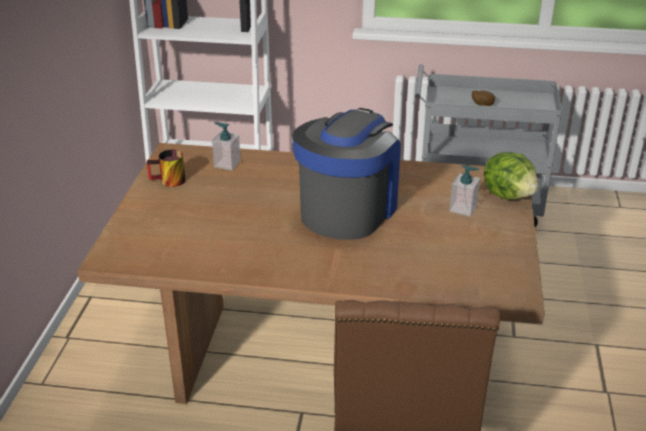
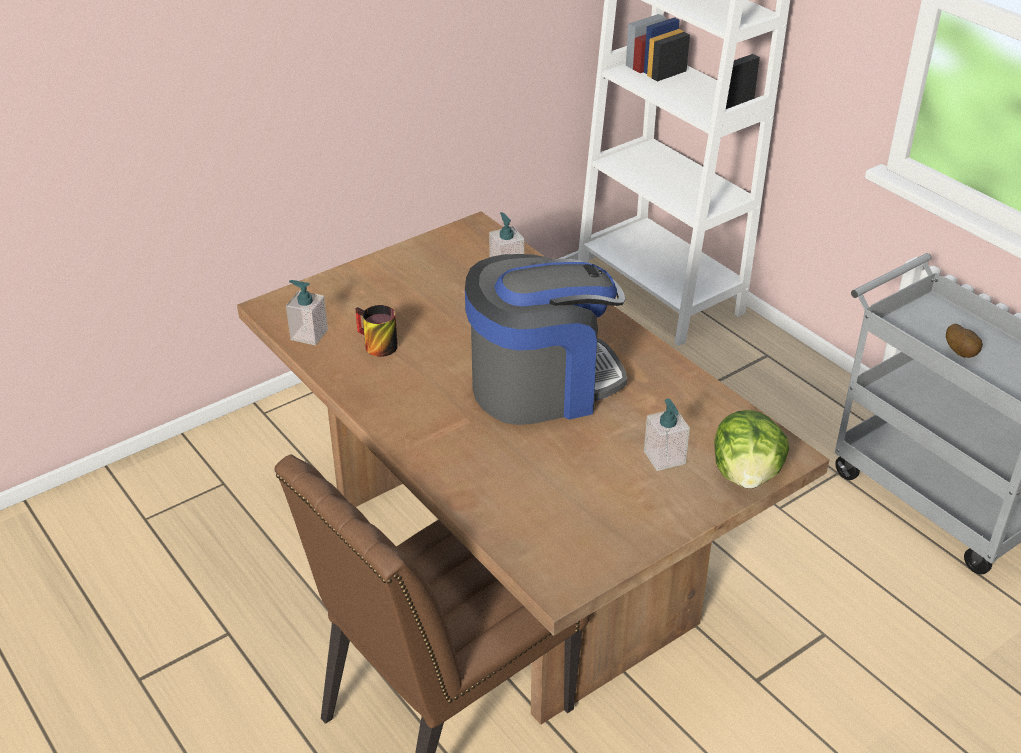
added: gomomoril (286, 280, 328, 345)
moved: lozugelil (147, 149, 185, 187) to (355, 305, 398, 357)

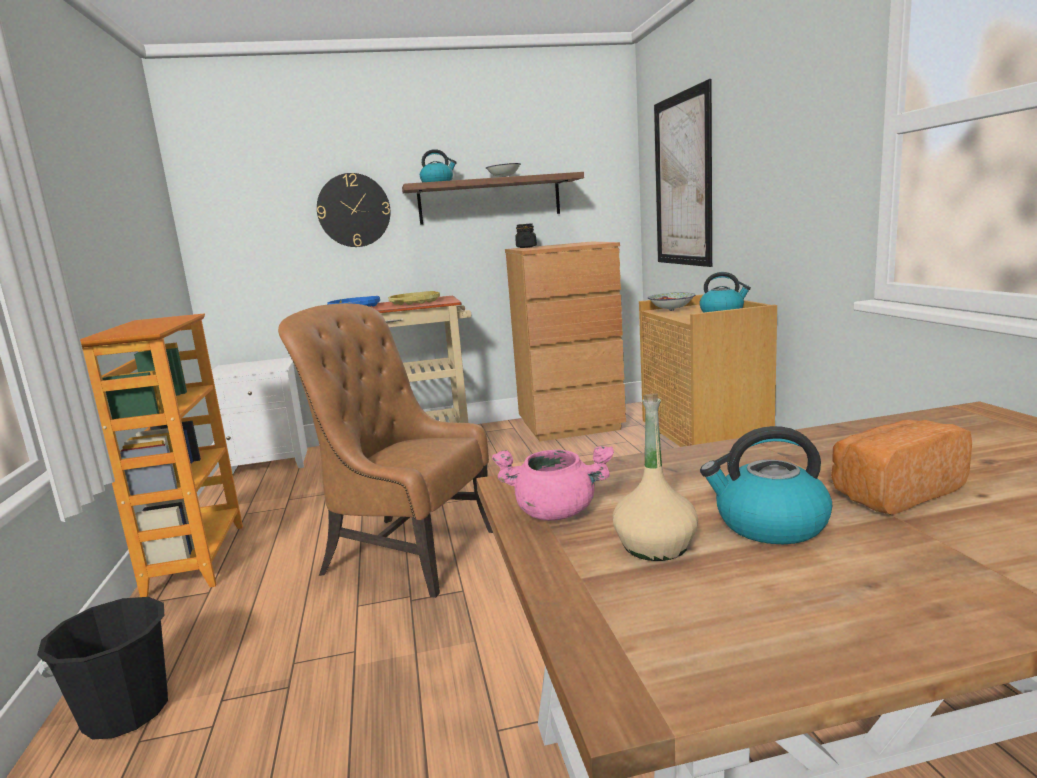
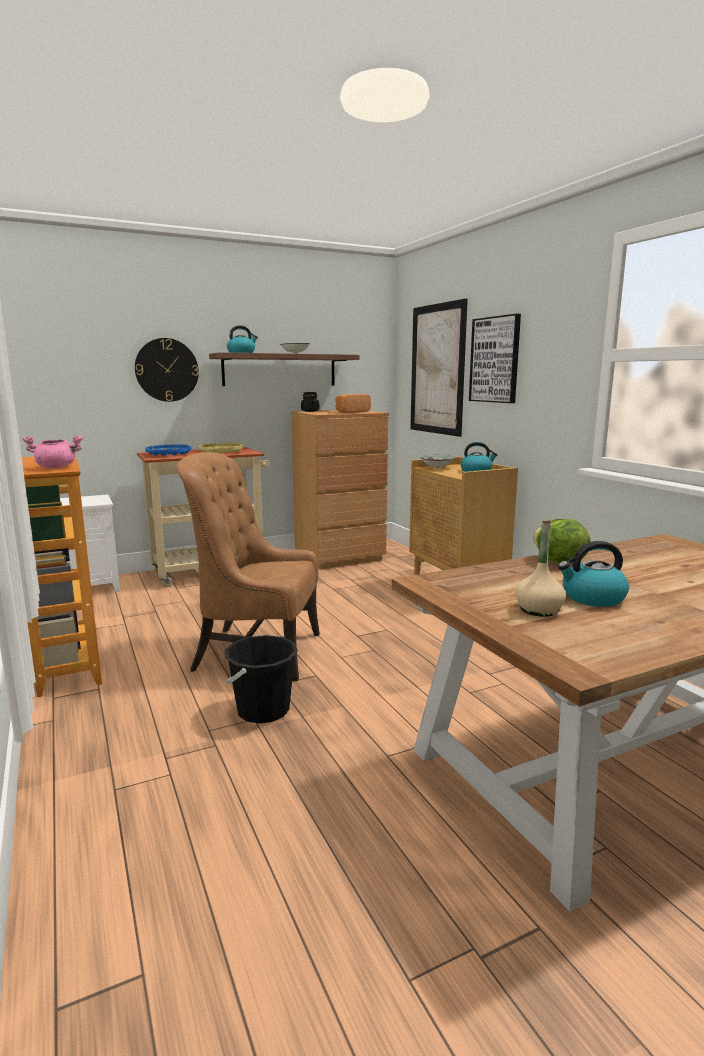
added: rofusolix (469, 314, 521, 403); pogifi (533, 519, 590, 563)
moved: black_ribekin (37, 597, 168, 740) to (224, 635, 298, 724); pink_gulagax (492, 446, 614, 521) to (22, 435, 83, 468); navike (831, 420, 972, 515) to (335, 394, 371, 413)

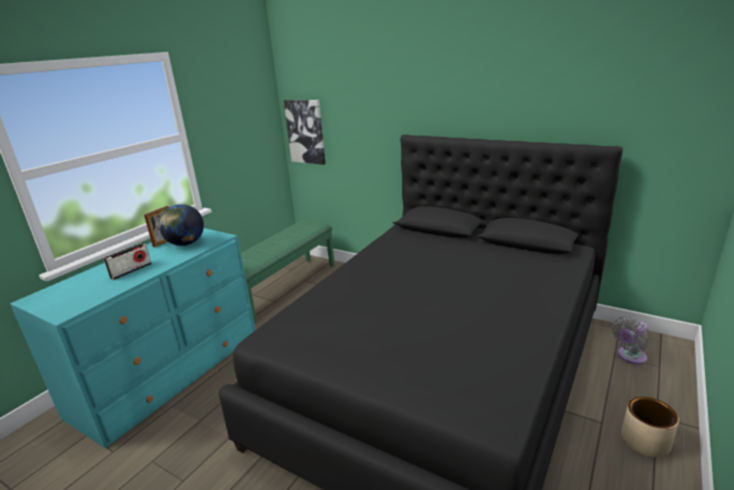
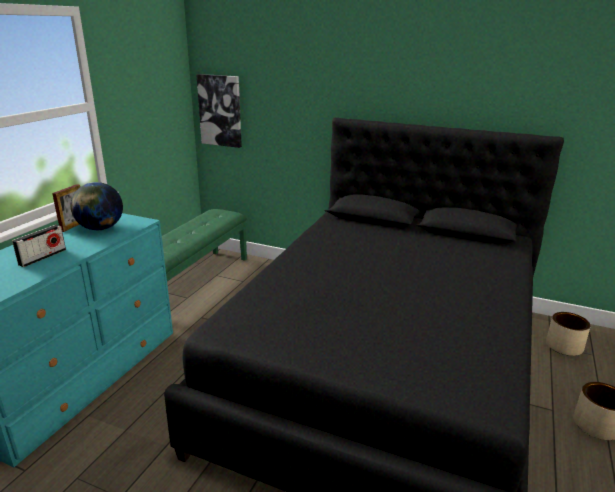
replaced: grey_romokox (612, 317, 649, 365) to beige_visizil (546, 312, 591, 356)

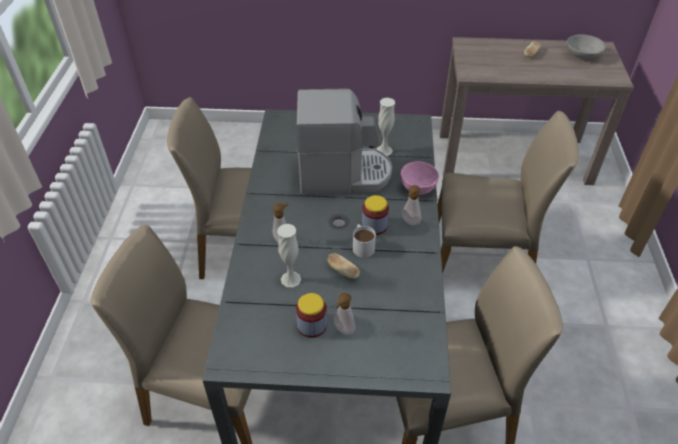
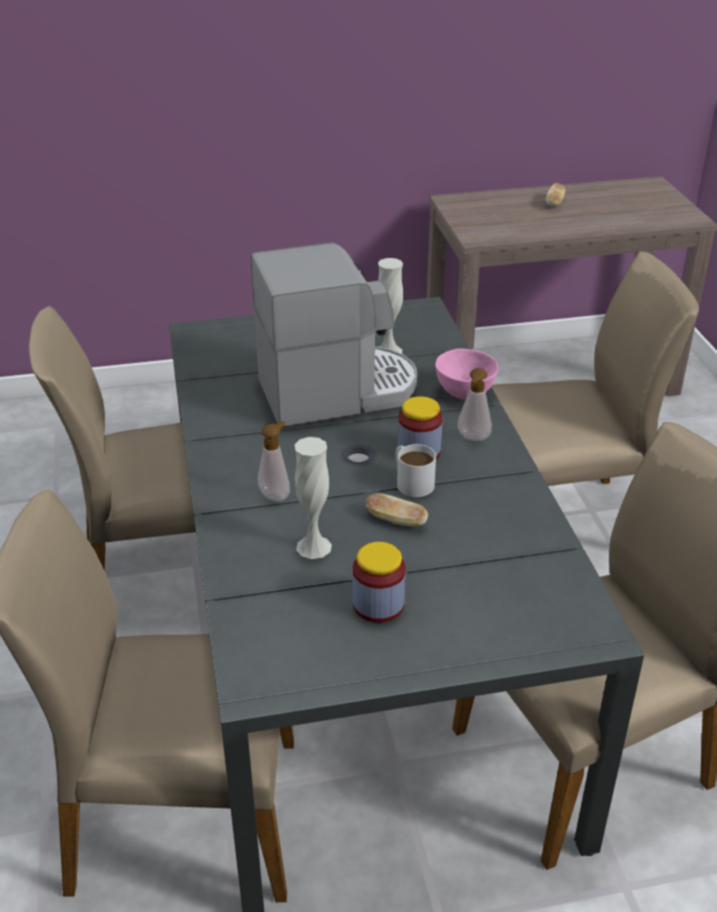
removed: gomomoril (334, 293, 356, 335); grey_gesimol (567, 34, 606, 59)

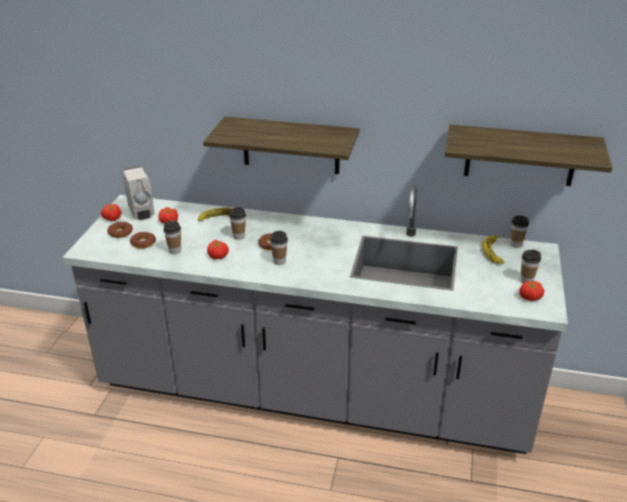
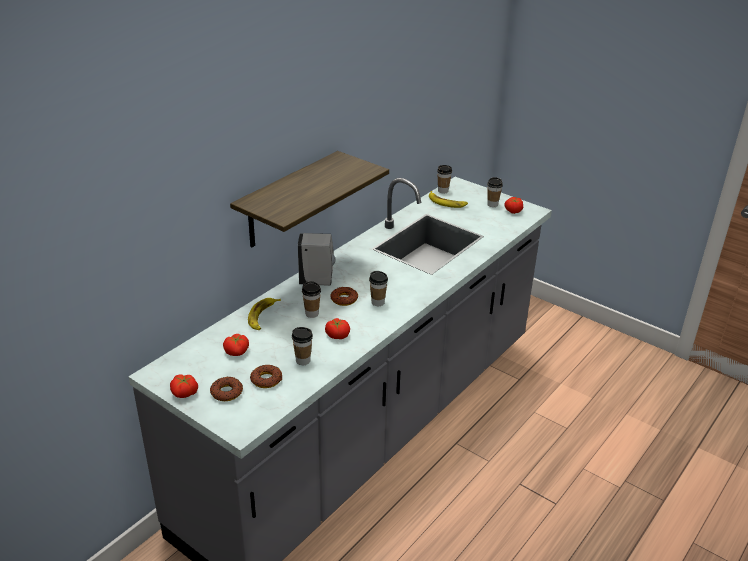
removed: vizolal (445, 125, 612, 186)
moved: white_gomomoril (122, 166, 154, 220) to (298, 233, 336, 286)

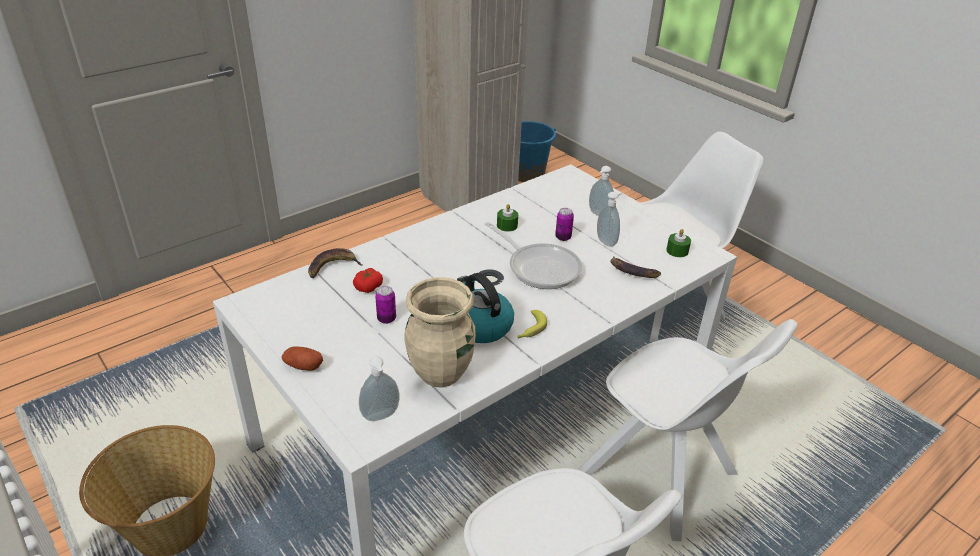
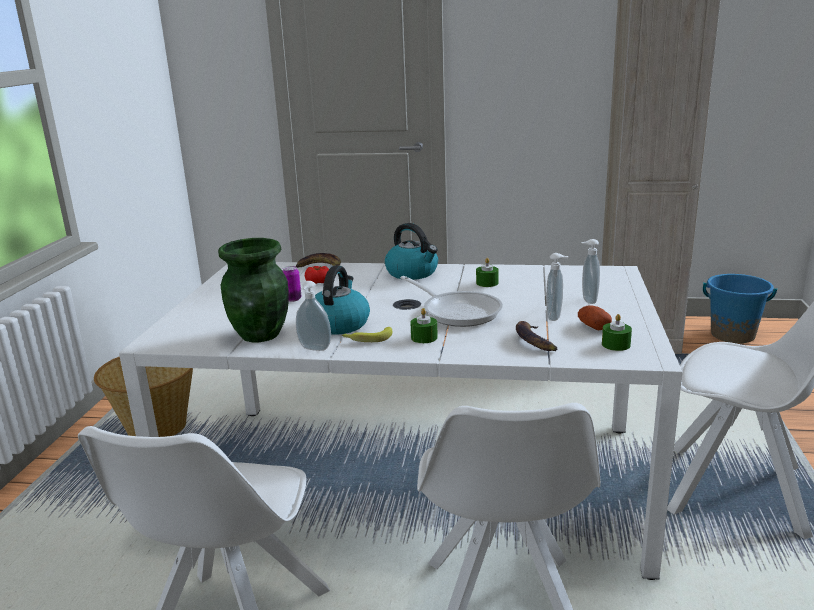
removed: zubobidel (555, 208, 574, 241)
added: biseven (385, 223, 438, 280); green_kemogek (410, 308, 438, 343)
moved: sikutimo (282, 346, 323, 371) to (578, 305, 612, 330); gomomoril (359, 357, 400, 421) to (296, 281, 331, 351)
recoloured: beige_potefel (404, 277, 476, 388) to green_potefel (218, 238, 289, 342)
turned: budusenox (485, 222, 582, 289) = (400, 276, 503, 327) 45 degrees counterclockwise

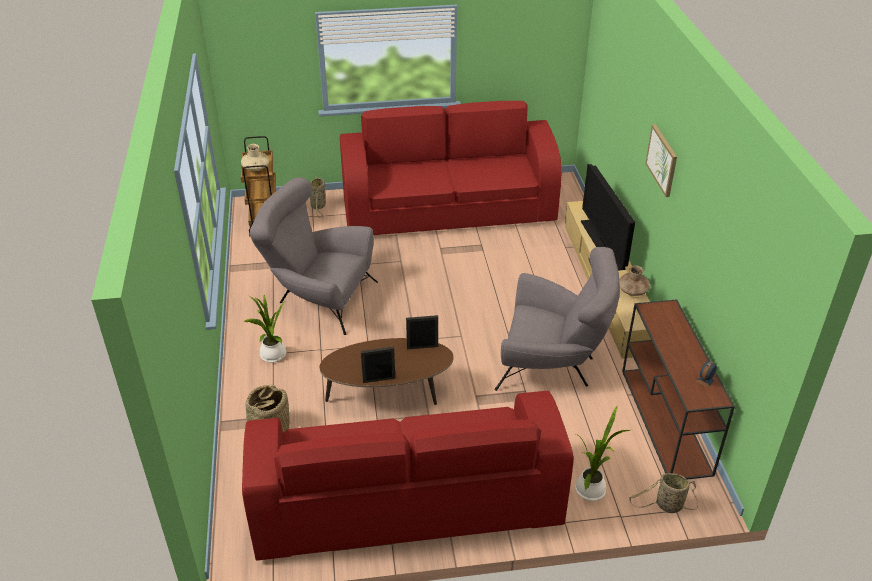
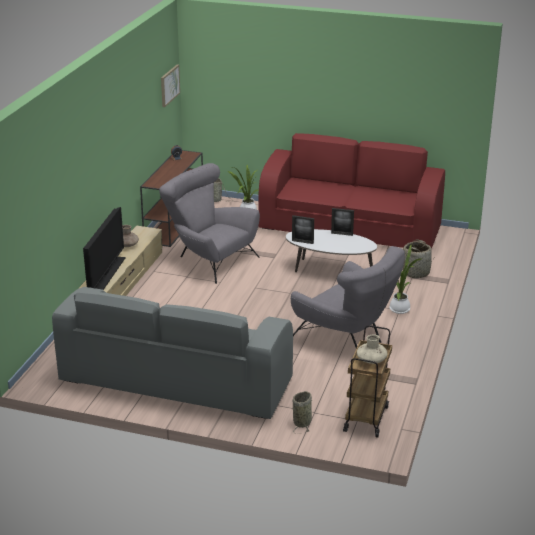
moved: rofusolix (645, 124, 677, 197) to (161, 64, 180, 107)
recoloured: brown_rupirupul (319, 338, 454, 405) to white_rupirupul (286, 229, 377, 272); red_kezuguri (340, 101, 562, 235) to grey_kezuguri (52, 287, 293, 419)

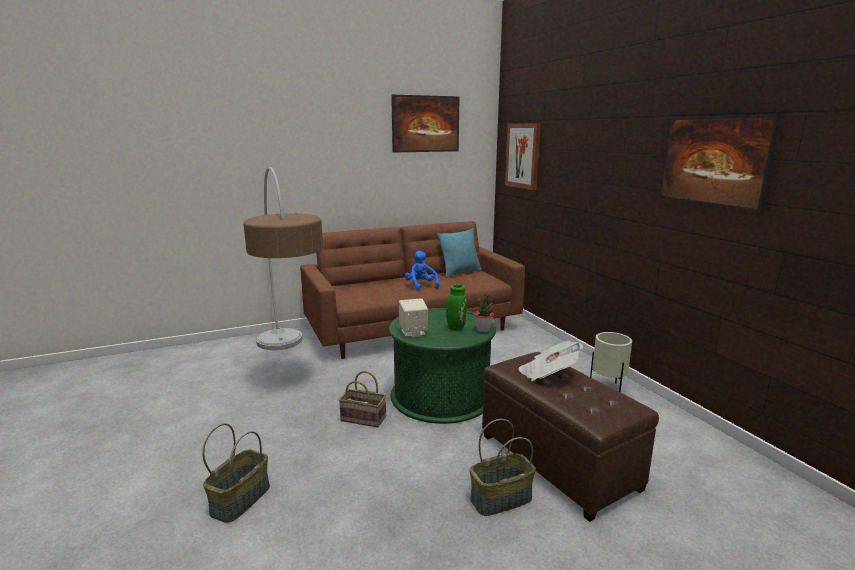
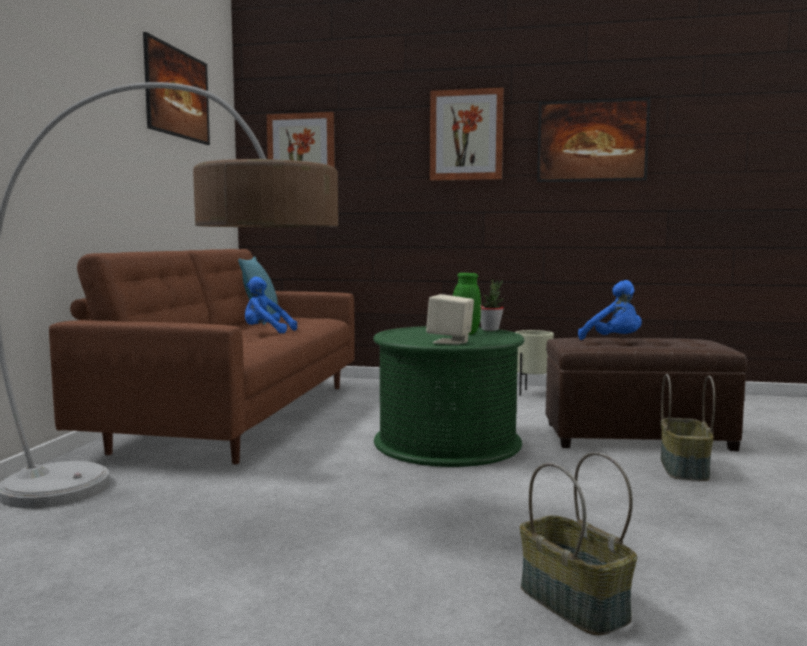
removed: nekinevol (339, 371, 386, 427)
added: rofusolix (430, 87, 504, 181)
replaced: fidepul (518, 341, 583, 381) to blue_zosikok (578, 280, 642, 340)

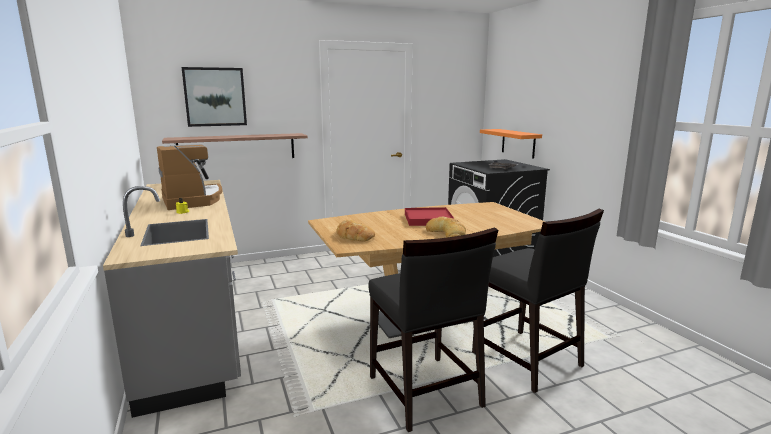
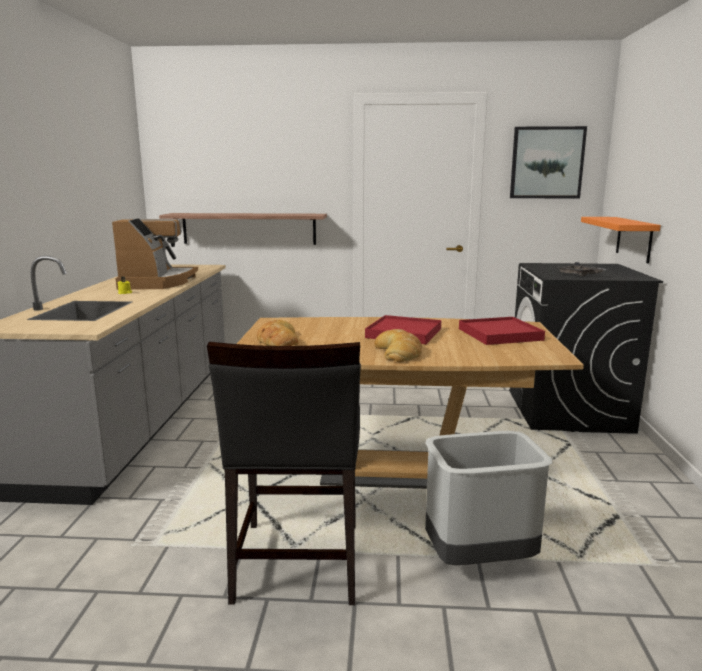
added: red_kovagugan (459, 317, 545, 345)
moved: rofusolix (181, 67, 247, 127) to (510, 126, 587, 198)
replaced: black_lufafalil (472, 209, 604, 393) to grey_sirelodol (425, 431, 553, 565)

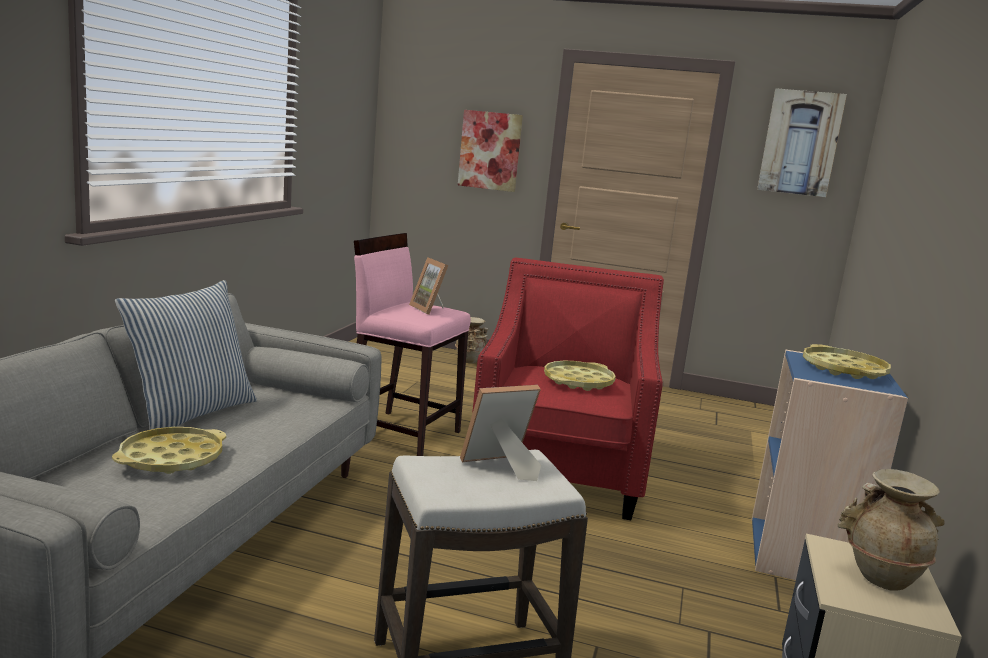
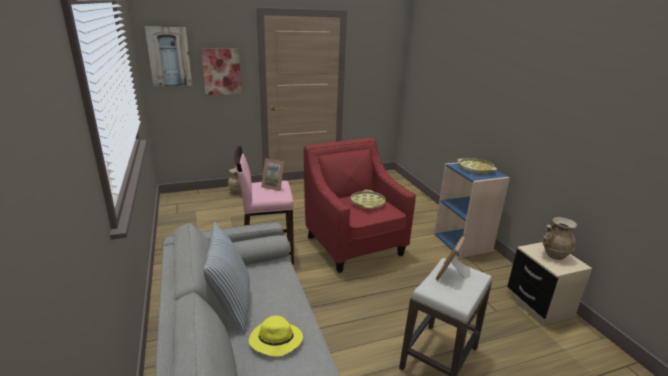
moved: rofusolix (757, 88, 847, 197) to (145, 27, 192, 86)
replaced: yellow_kovagugan (112, 427, 226, 474) to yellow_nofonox (249, 316, 303, 357)

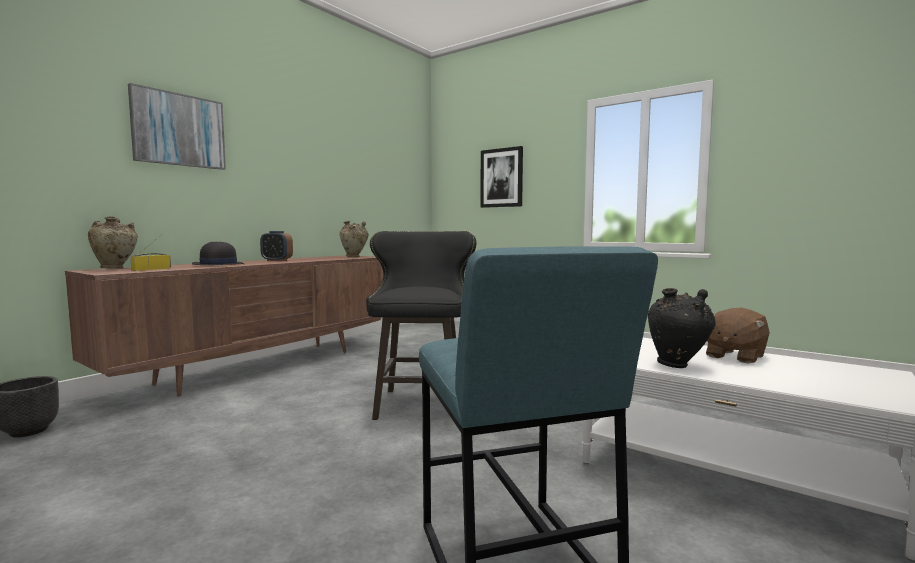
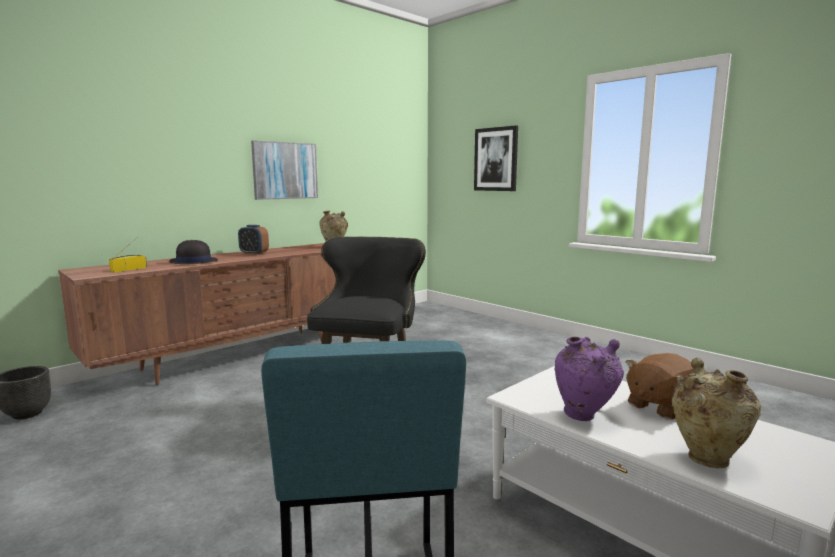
moved: beige_potefel (88, 217, 138, 269) to (672, 358, 761, 468); rofusolix (128, 83, 226, 170) to (251, 140, 318, 200)
recoloured: black_potefel (648, 288, 716, 368) to purple_potefel (554, 337, 624, 421)

